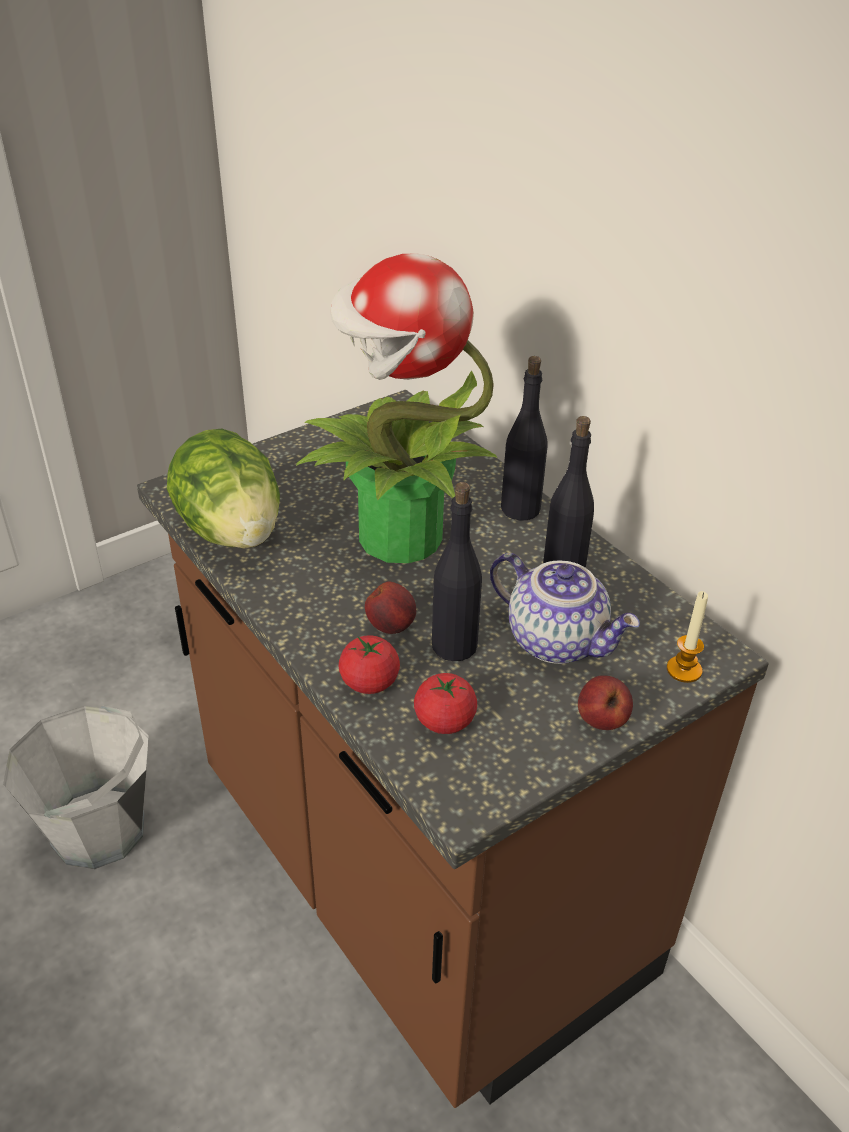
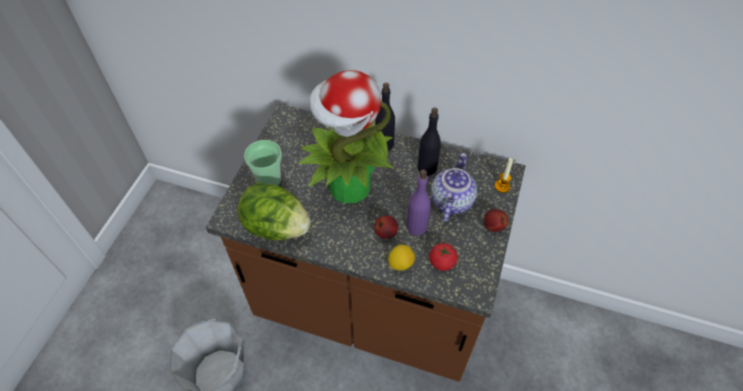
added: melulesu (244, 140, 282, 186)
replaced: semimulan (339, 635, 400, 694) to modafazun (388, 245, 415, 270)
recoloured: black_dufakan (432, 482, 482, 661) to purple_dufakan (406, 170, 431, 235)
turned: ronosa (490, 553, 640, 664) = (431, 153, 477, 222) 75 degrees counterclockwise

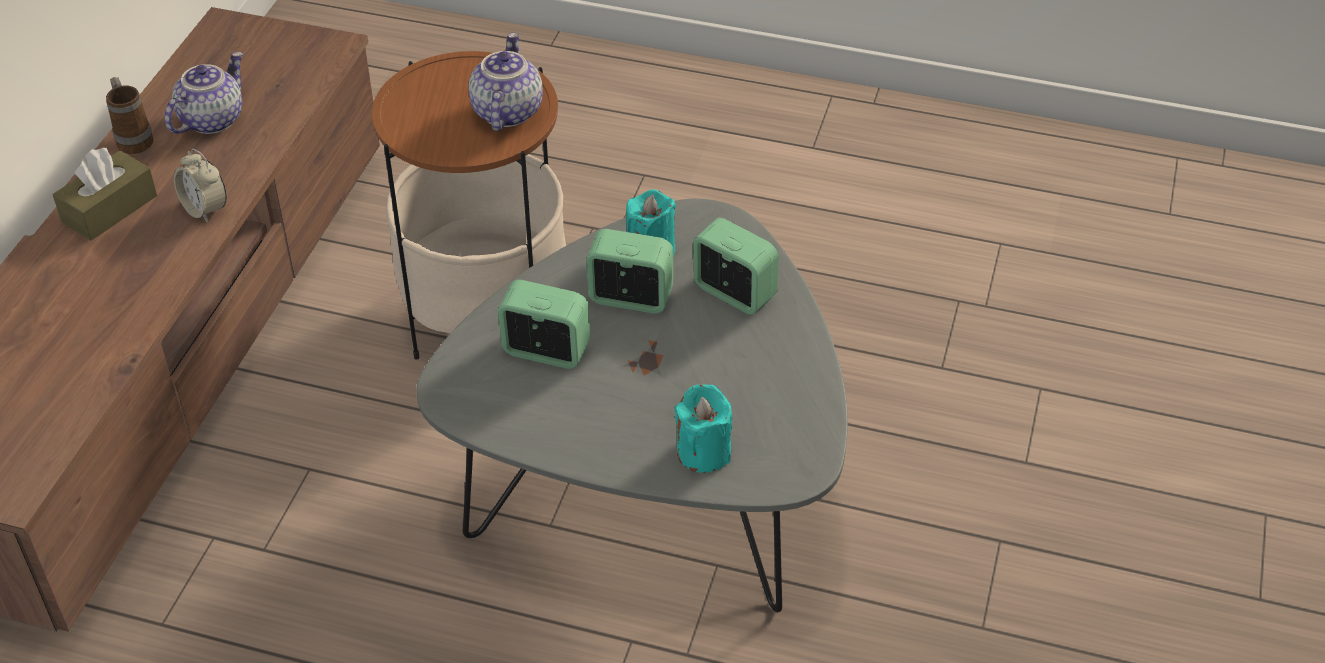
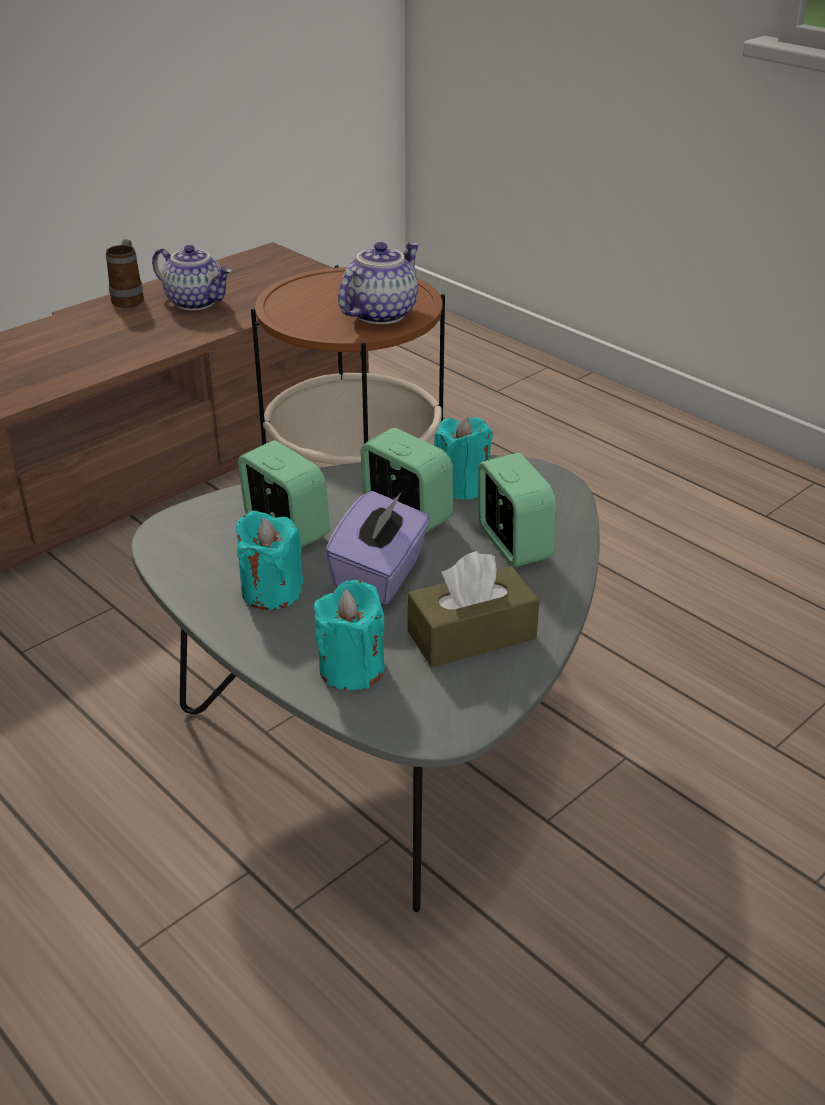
removed: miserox (174, 149, 227, 223)
added: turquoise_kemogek (236, 511, 303, 610); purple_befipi (325, 491, 431, 604)
moved: brown_befipi (53, 148, 157, 241) to (407, 551, 540, 667)
turned: ronosa (165, 52, 243, 134) = (152, 245, 232, 310) 60 degrees clockwise

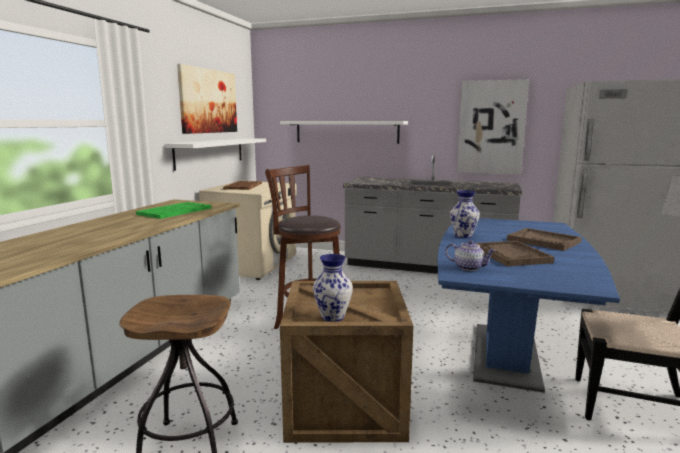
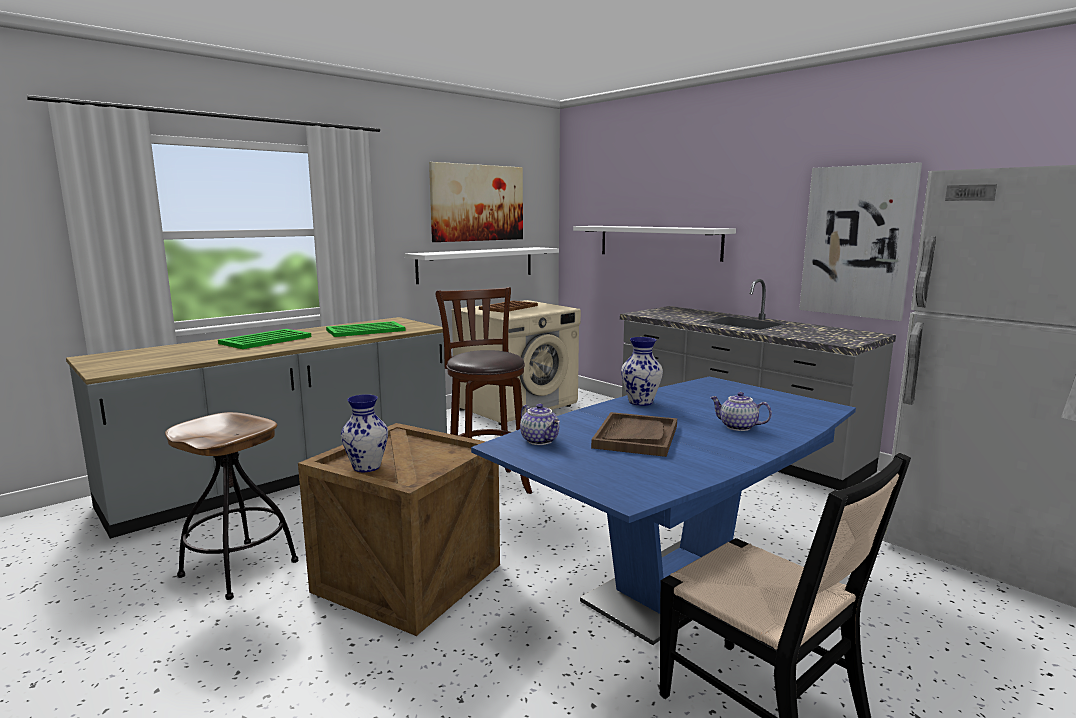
added: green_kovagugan (218, 329, 311, 349)
replaced: brown_kovagugan (507, 228, 582, 251) to ronosa (710, 392, 772, 431)

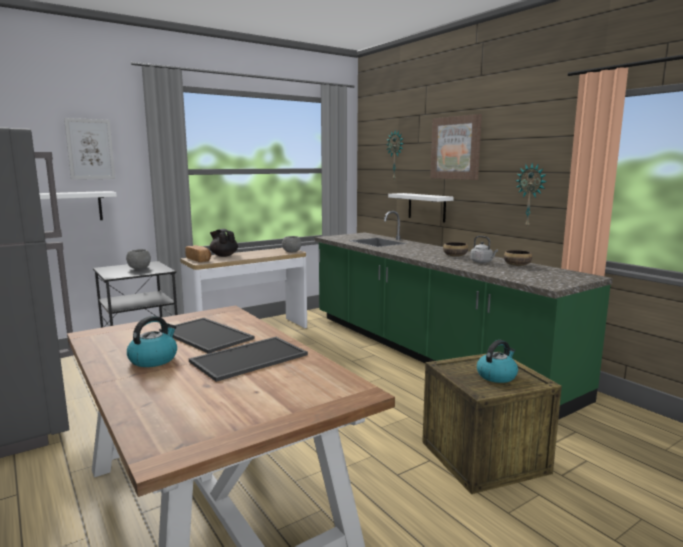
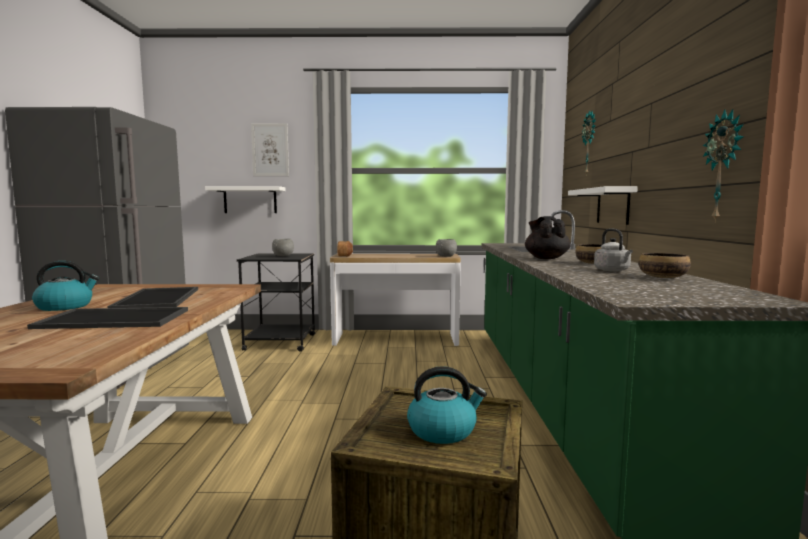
removed: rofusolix (430, 114, 482, 180)
moved: black_ronosa (209, 229, 238, 257) to (525, 216, 571, 259)

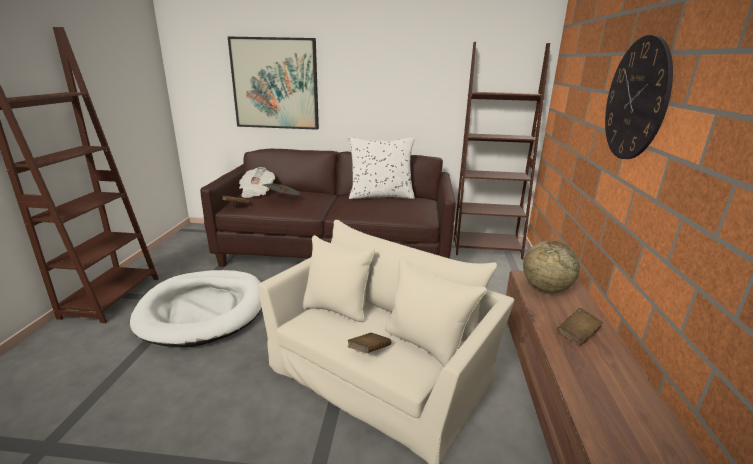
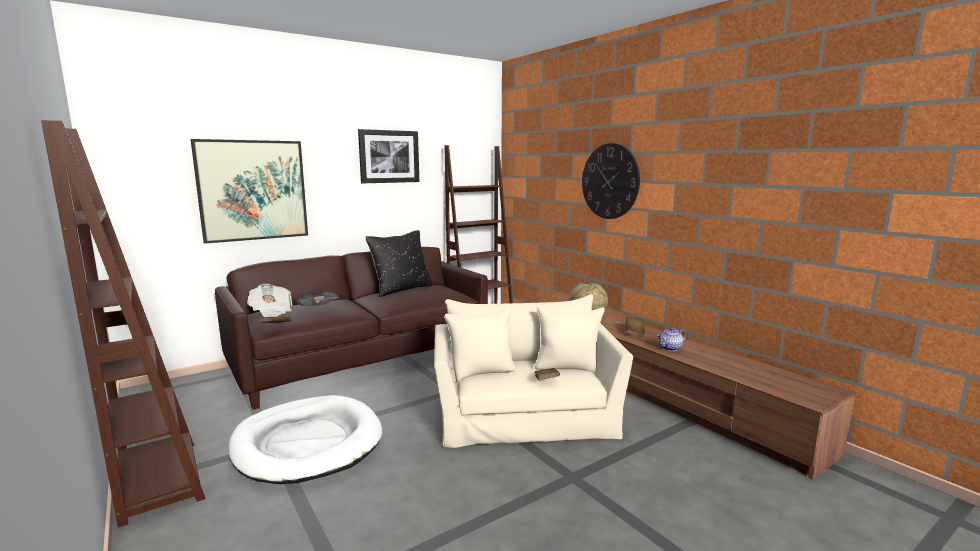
added: rofusolix (358, 129, 419, 183); ronosa (657, 327, 686, 351)
recoloured: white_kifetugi (349, 137, 415, 199) to black_kifetugi (365, 230, 433, 297)

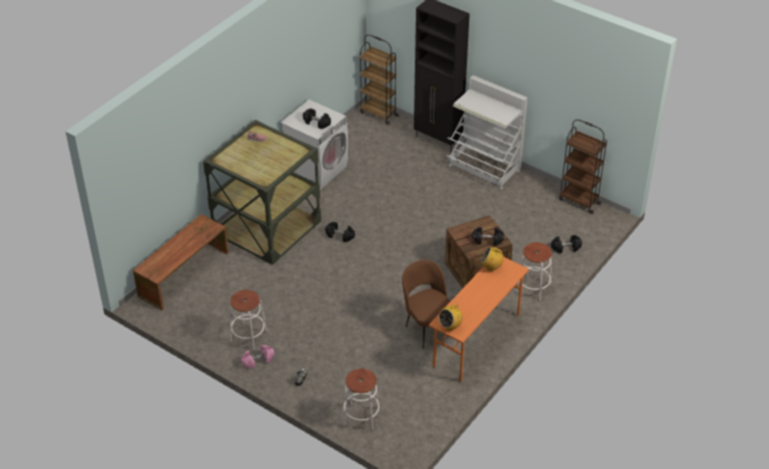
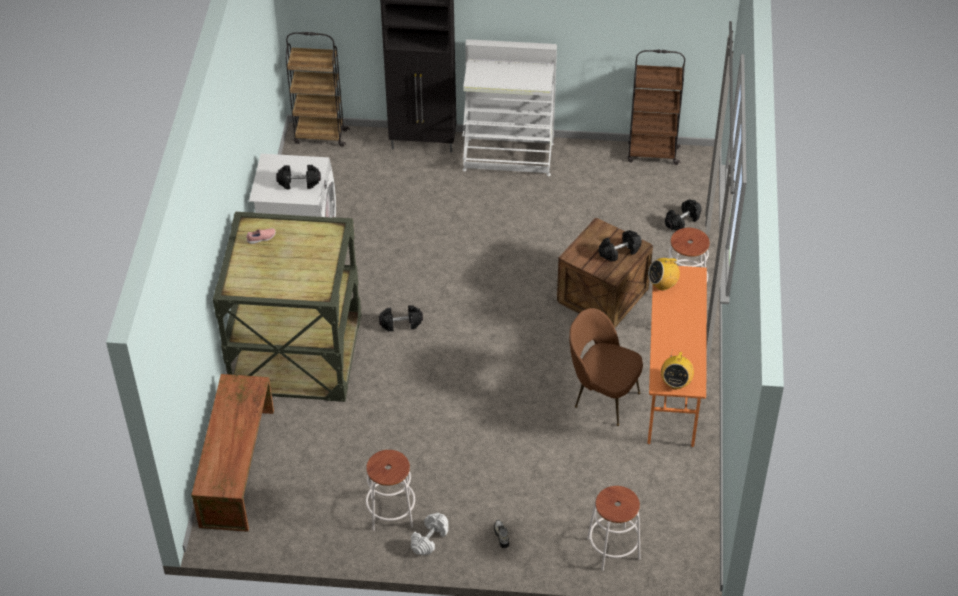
recoloured: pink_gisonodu (241, 345, 274, 369) to white_gisonodu (411, 513, 448, 555)

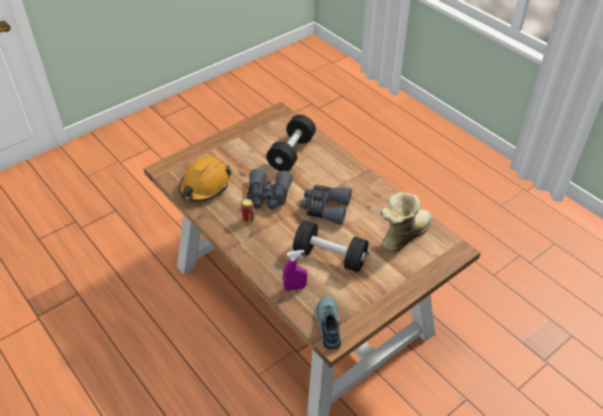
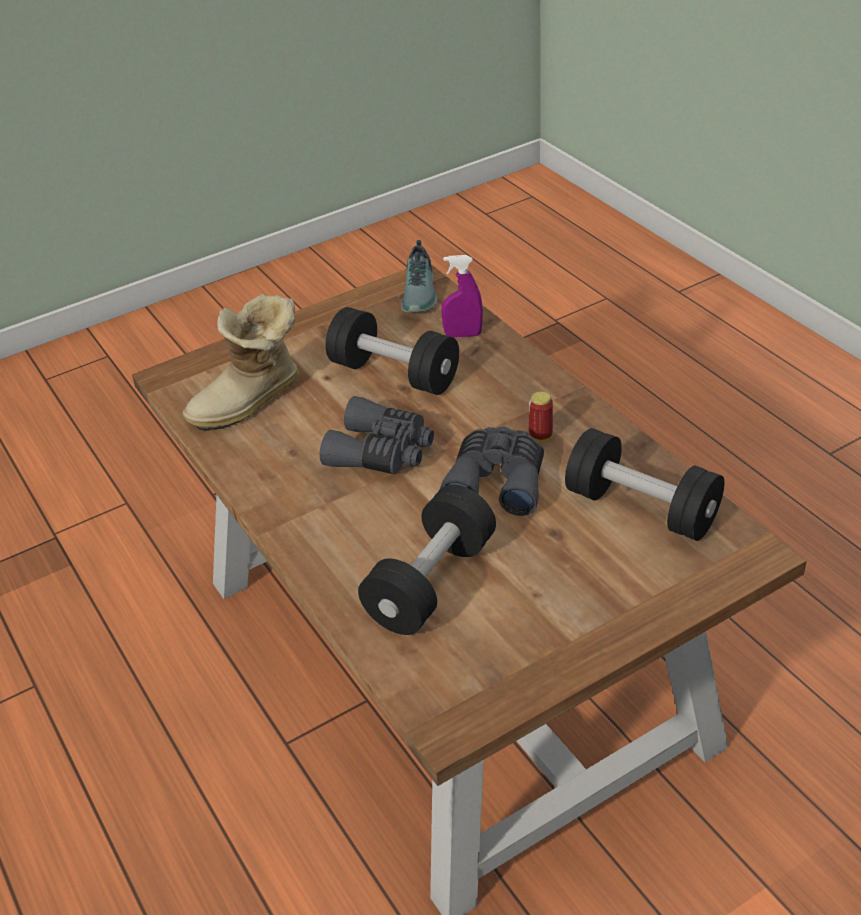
replaced: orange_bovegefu (179, 156, 231, 202) to black_gisonodu (565, 428, 724, 541)

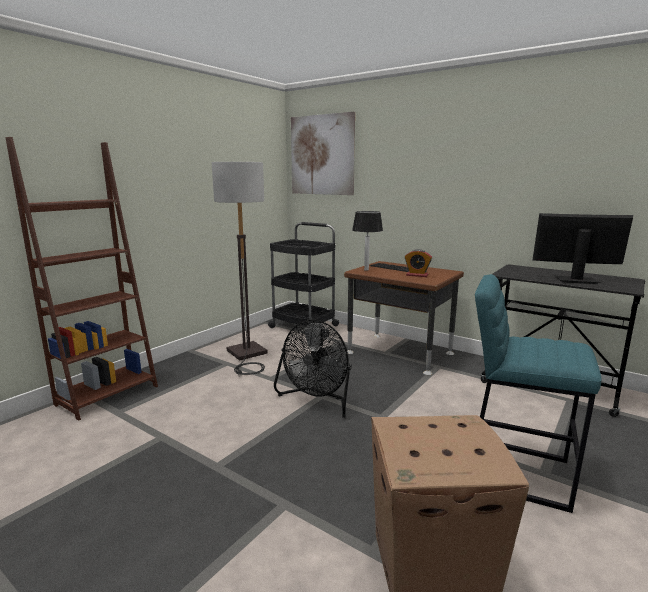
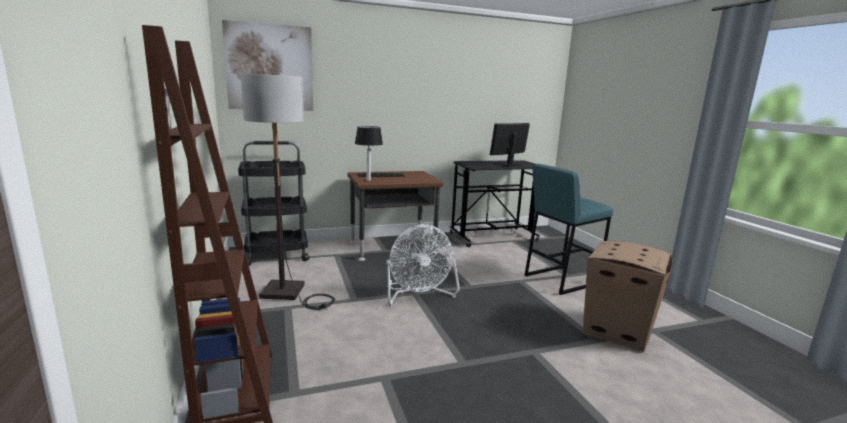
removed: miserox (405, 249, 432, 277)
recoloured: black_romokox (274, 319, 352, 418) to white_romokox (387, 224, 460, 307)

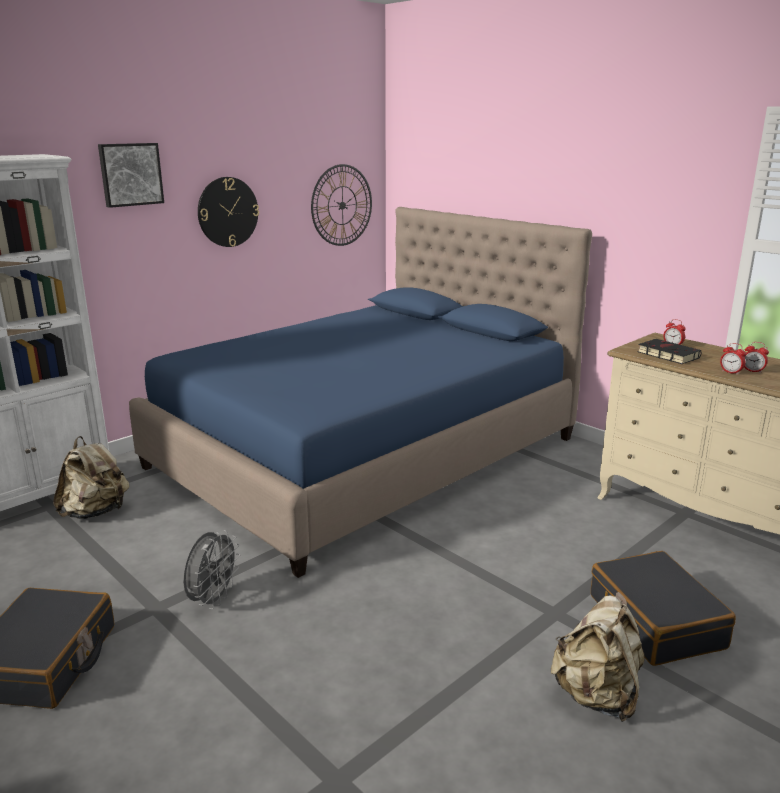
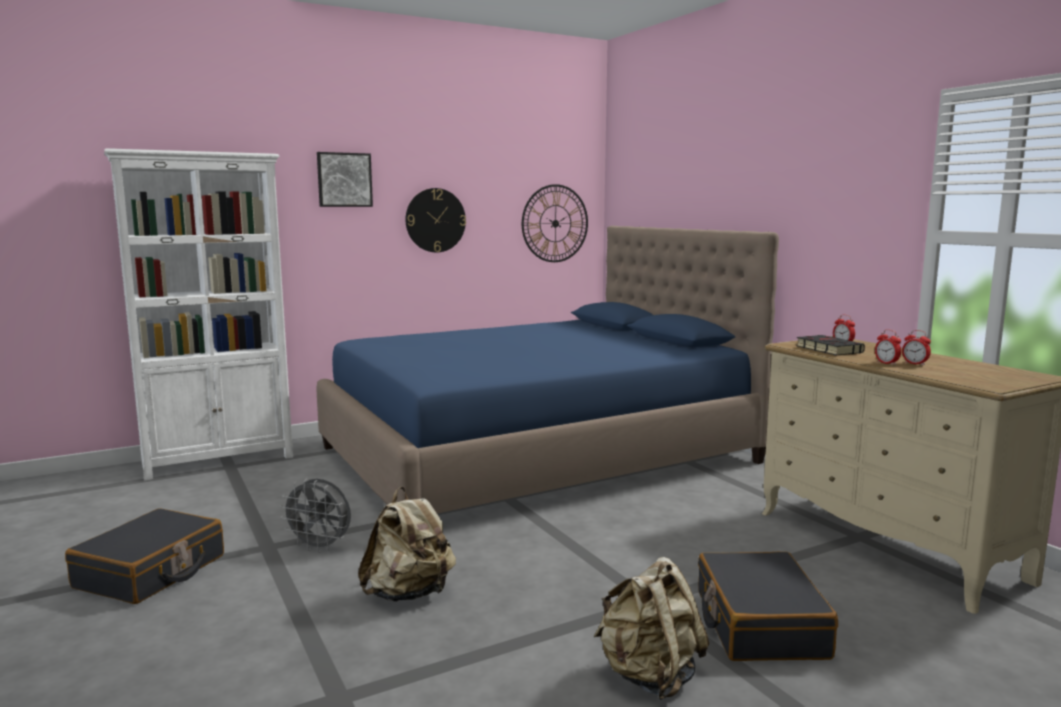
moved: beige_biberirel (53, 436, 129, 519) to (358, 487, 456, 602)
turned: grey_romokox (183, 530, 240, 609) = (280, 479, 351, 553) 75 degrees clockwise

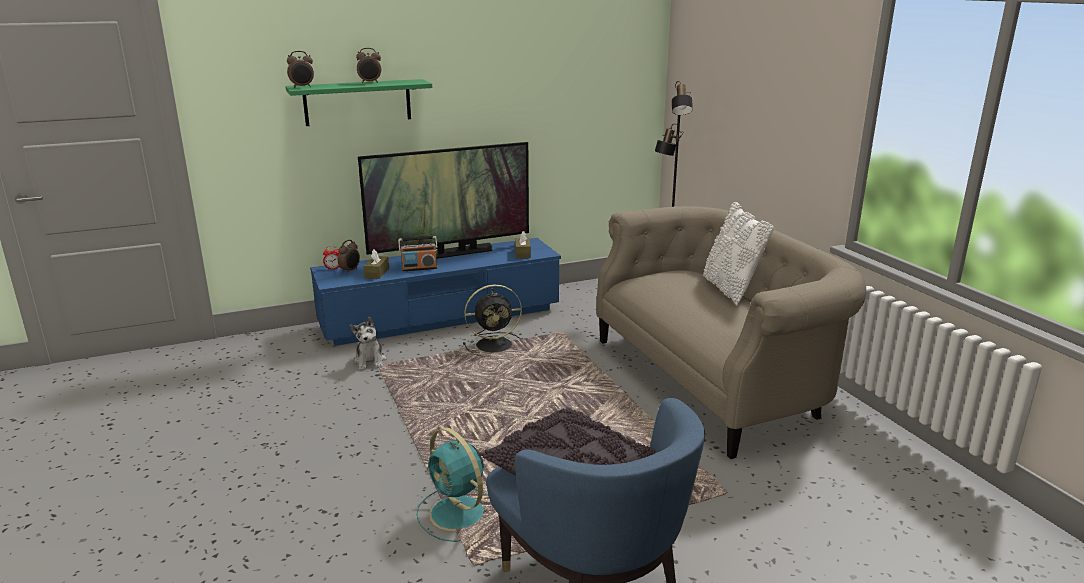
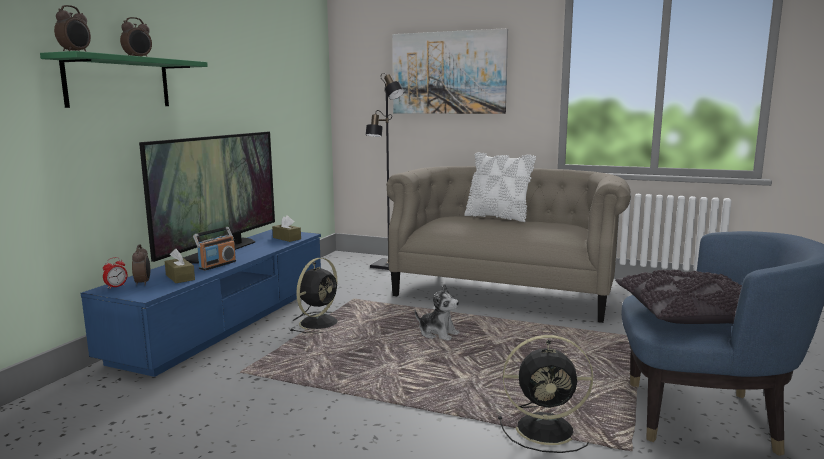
added: rofusolix (392, 28, 508, 114)
moved: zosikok (350, 317, 386, 370) to (415, 284, 460, 341)
recoloured: turquoise_romokox (416, 427, 488, 542) to black_romokox (498, 335, 593, 453)

